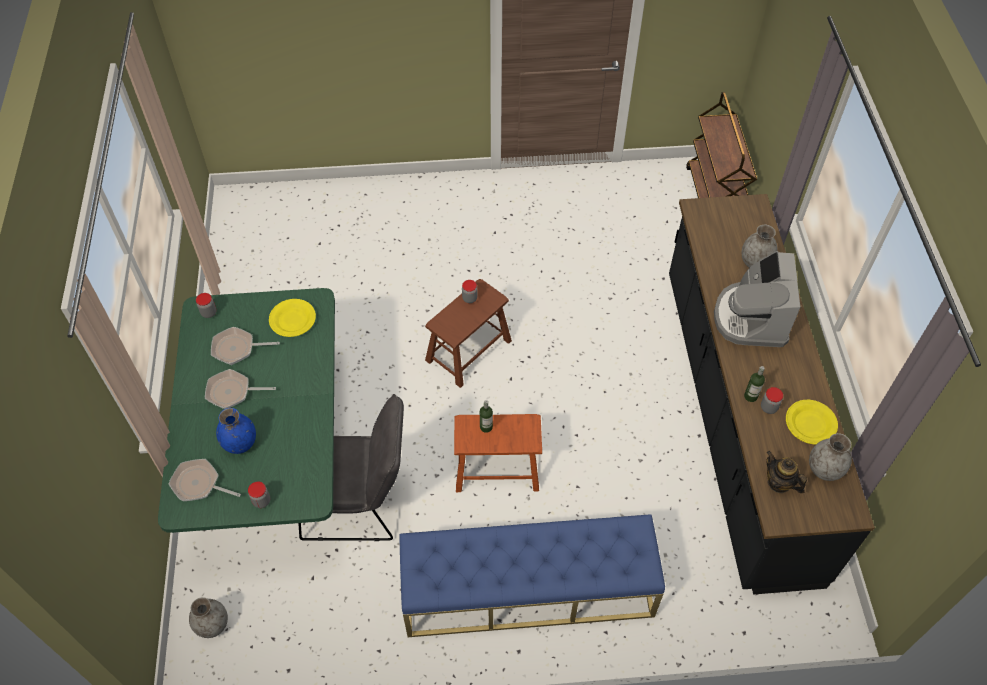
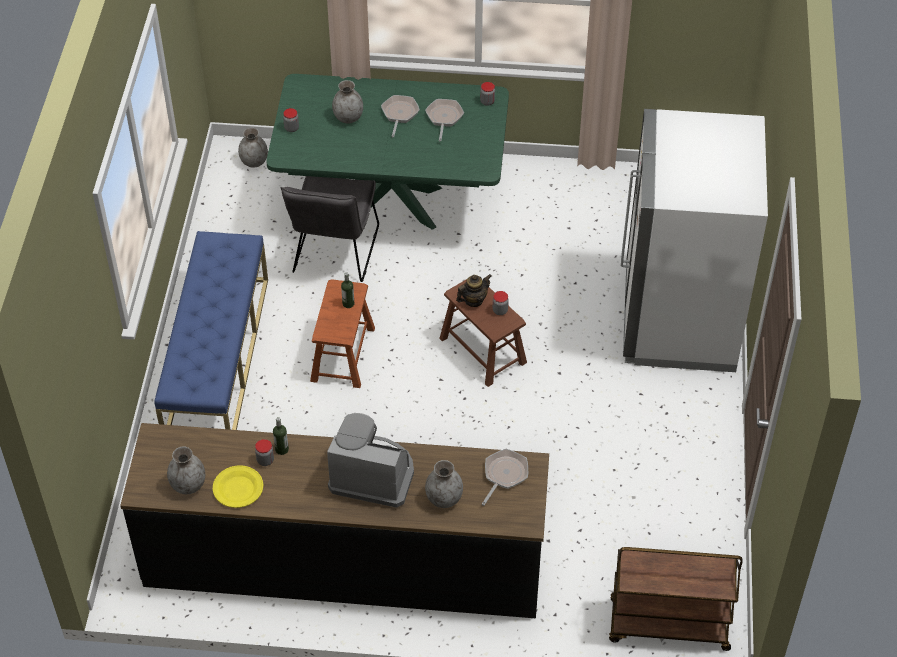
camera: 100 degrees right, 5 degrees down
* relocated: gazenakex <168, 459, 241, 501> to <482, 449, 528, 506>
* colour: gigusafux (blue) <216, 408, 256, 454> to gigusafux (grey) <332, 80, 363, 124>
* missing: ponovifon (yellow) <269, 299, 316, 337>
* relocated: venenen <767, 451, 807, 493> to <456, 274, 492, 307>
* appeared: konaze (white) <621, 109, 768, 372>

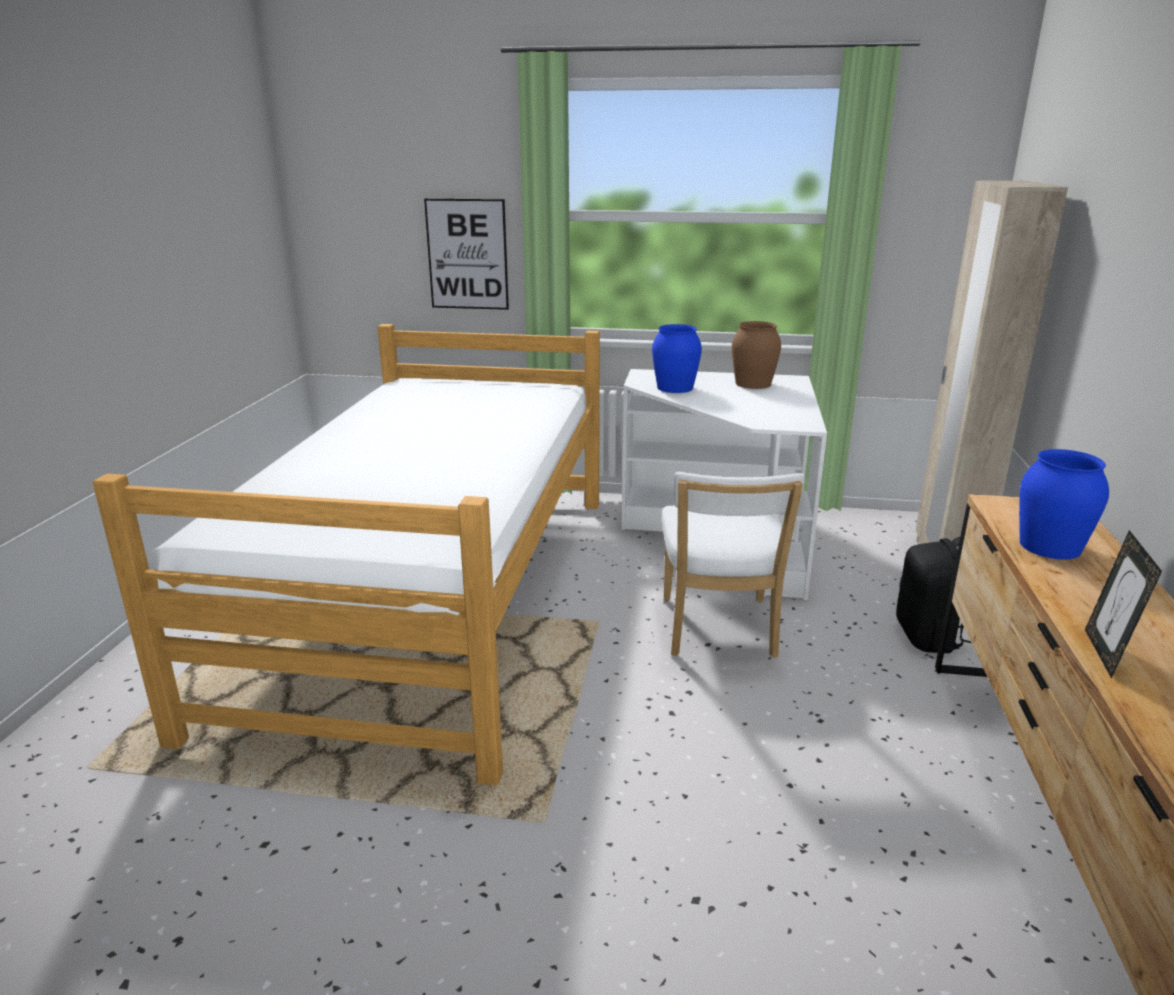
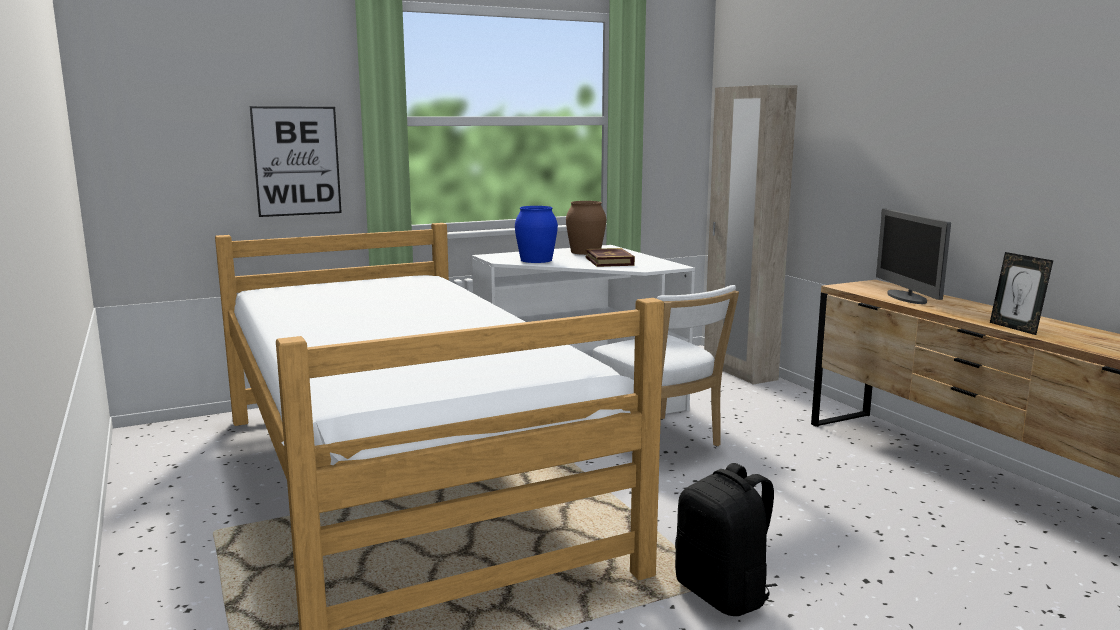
camera: 35 degrees left, 10 degrees down
* relocated: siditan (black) <896, 537, 971, 653> to <675, 463, 778, 616>
* exchanged: gigusafux (blue) <1019, 449, 1109, 560> to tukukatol <876, 209, 951, 304>
* appeared: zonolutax <586, 248, 635, 267>

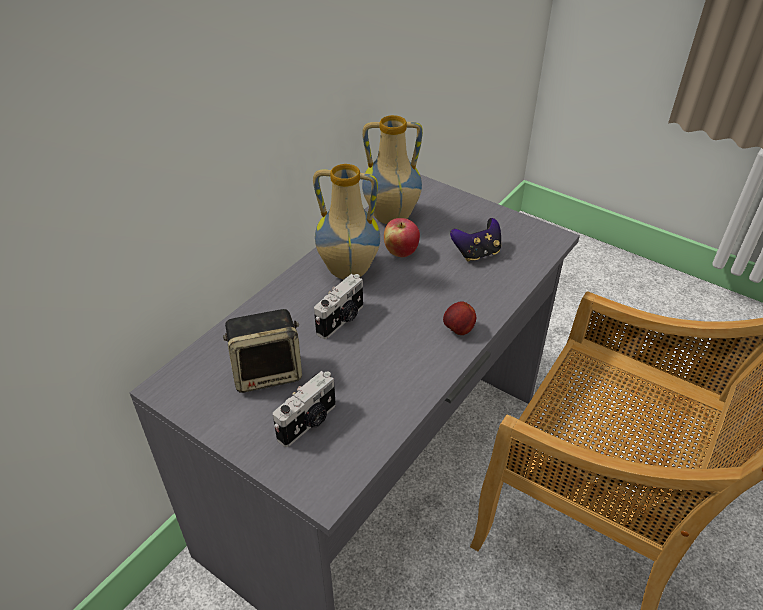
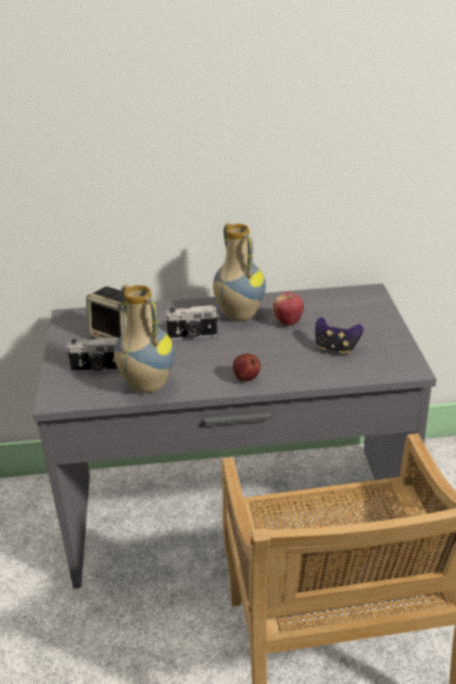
camera: 50 degrees right, 10 degrees down
* relocated: gigusafux <362, 115, 423, 224> to <114, 285, 175, 393>

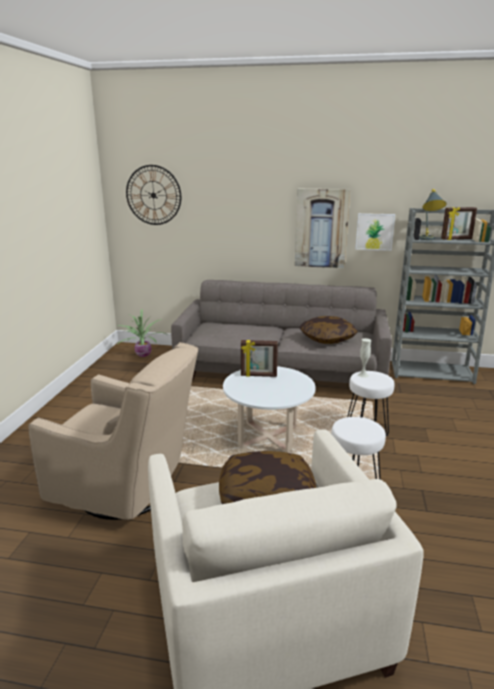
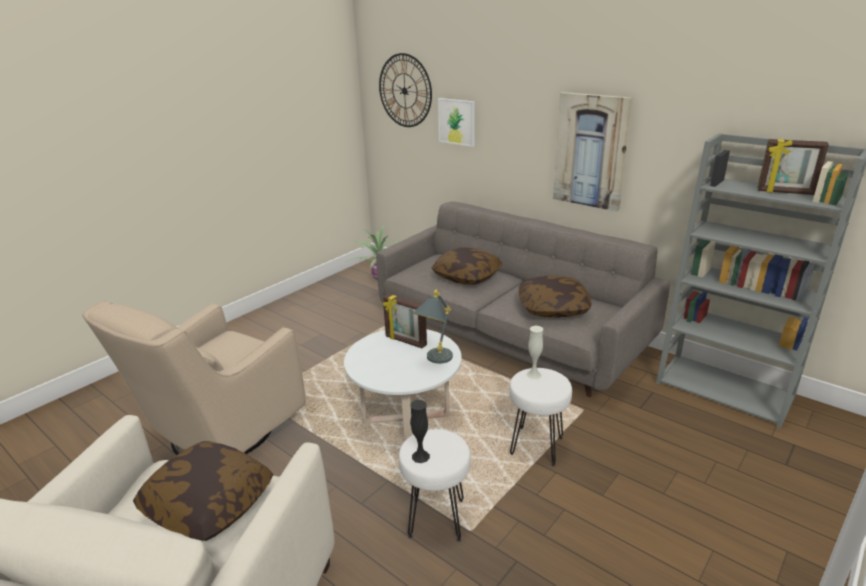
camera: 30 degrees right, 5 degrees up
* spun: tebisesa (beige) <28, 342, 198, 520> = <82, 300, 306, 455> 75 degrees clockwise
* relocated: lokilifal <355, 213, 395, 251> to <438, 98, 475, 147>
* relocated: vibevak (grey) <419, 189, 447, 240> to <413, 289, 453, 364>
* appeared: gigusafux (black) <410, 400, 430, 463>
* appeared: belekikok <432, 247, 502, 285>

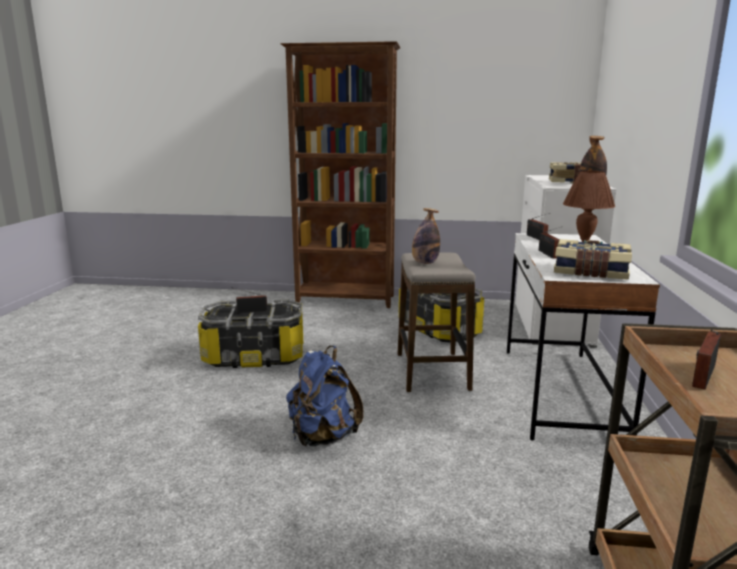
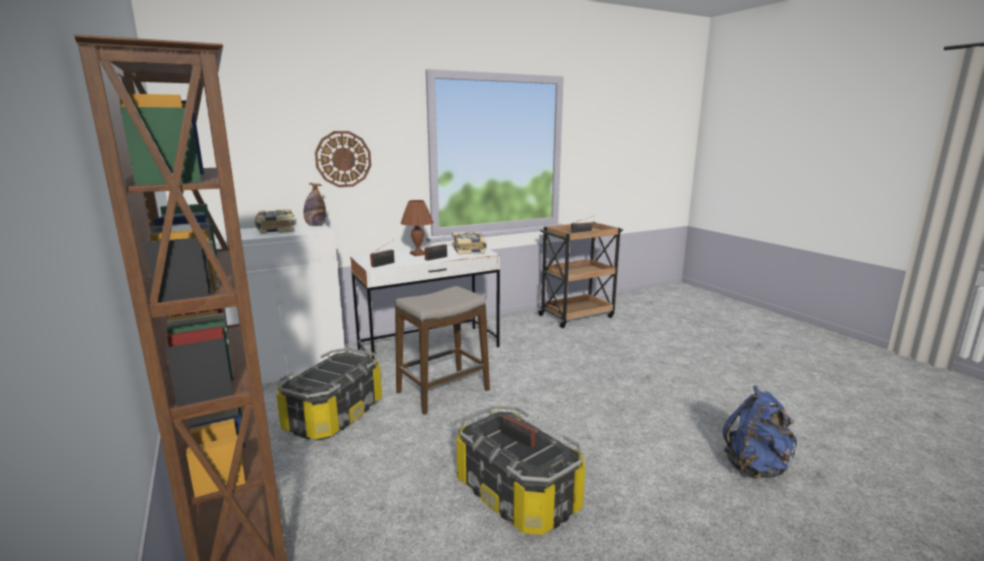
camera: 125 degrees left, 0 degrees up
* relocated: siditan (blue) <286, 346, 364, 446> to <723, 386, 797, 479>
* missing: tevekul <412, 208, 440, 264>
* appeared: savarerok <315, 131, 371, 187>

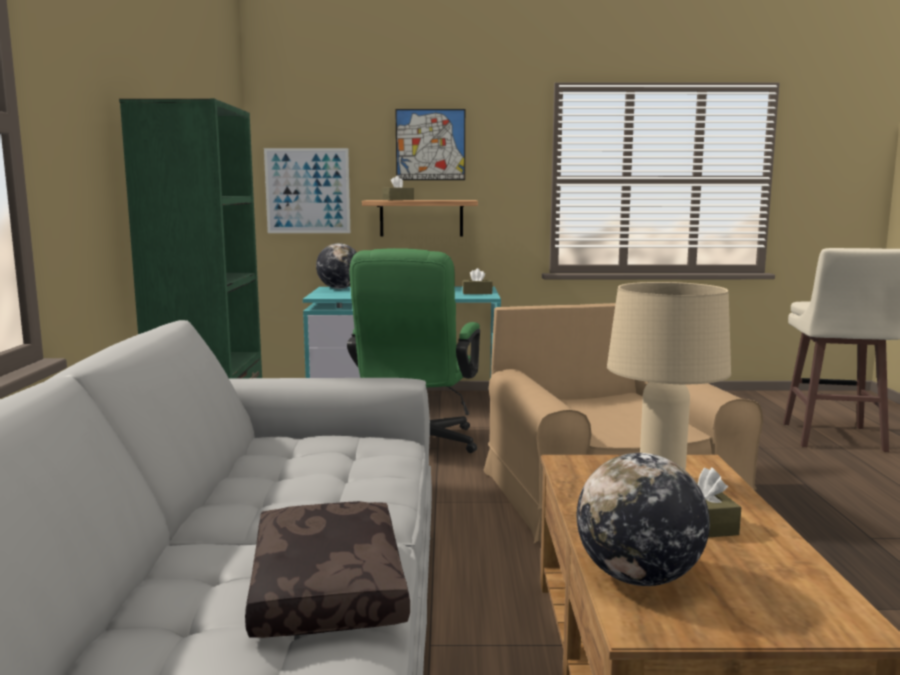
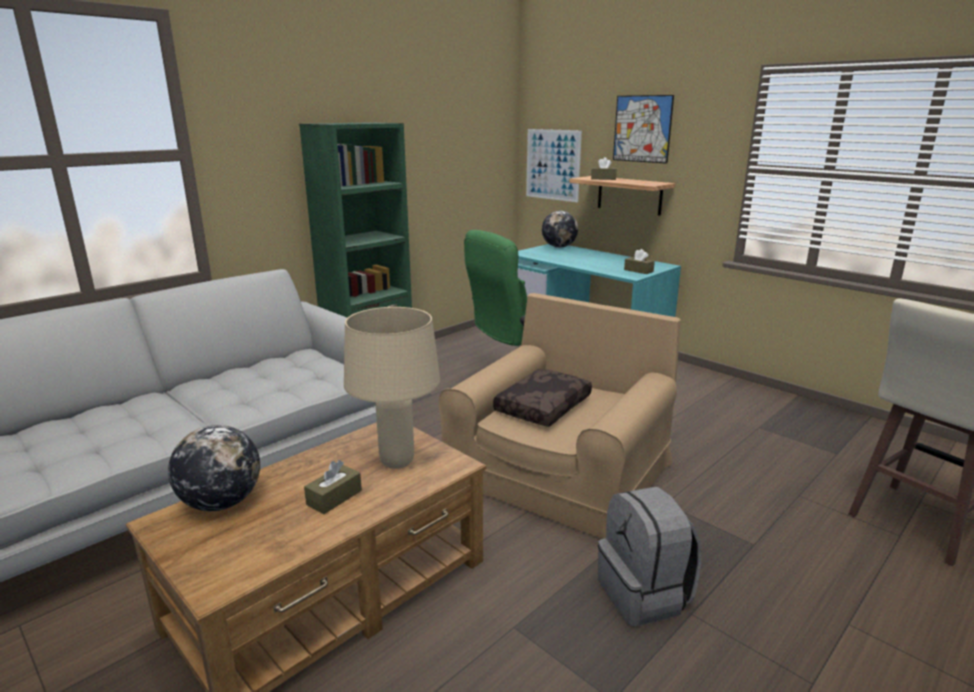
camera: 45 degrees right, 10 degrees up
* relocated: belekikok (brown) <245, 501, 410, 638> to <493, 369, 592, 427>
* appeared: siditan (grey) <598, 487, 701, 627>

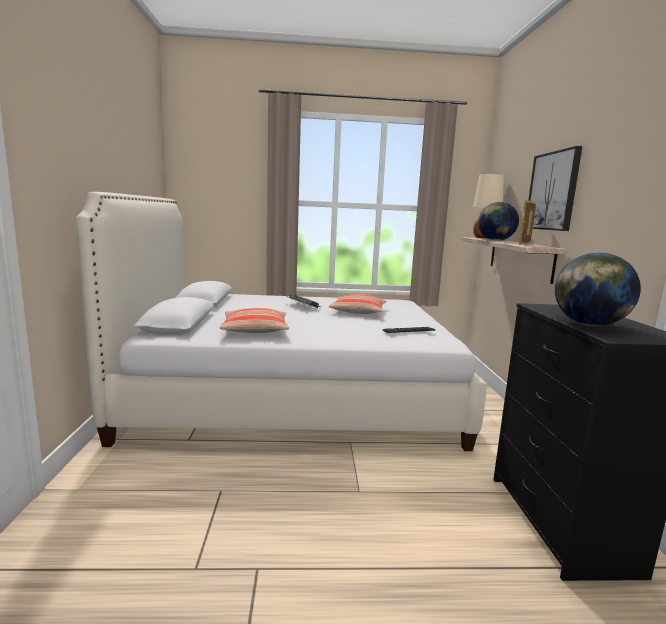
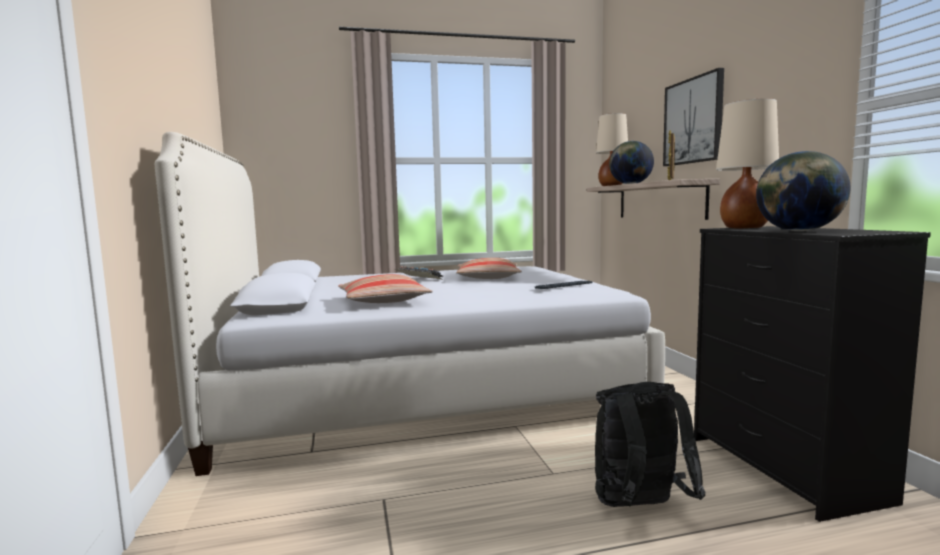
camera: 10 degrees left, 5 degrees down
* appeared: siditan (black) <595, 382, 705, 507>
* appeared: vibevak (beige) <716, 98, 779, 229>

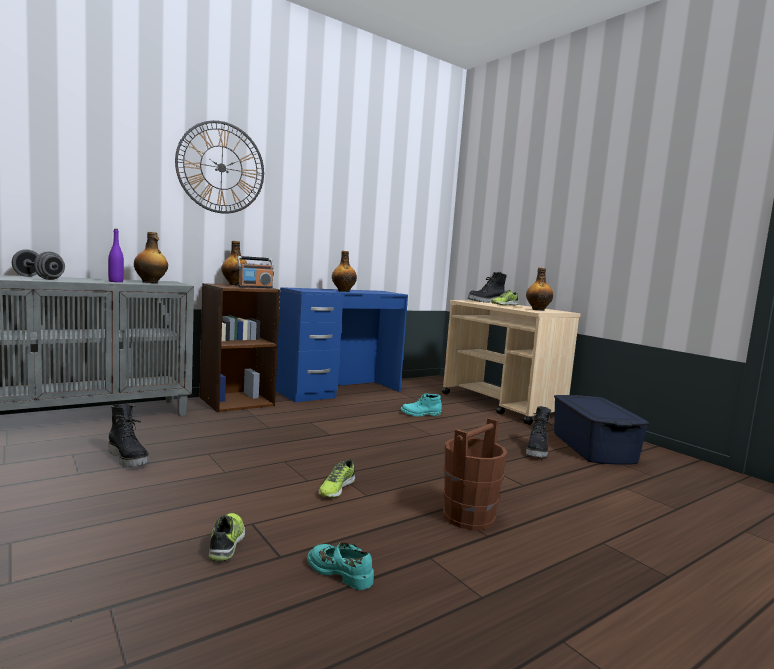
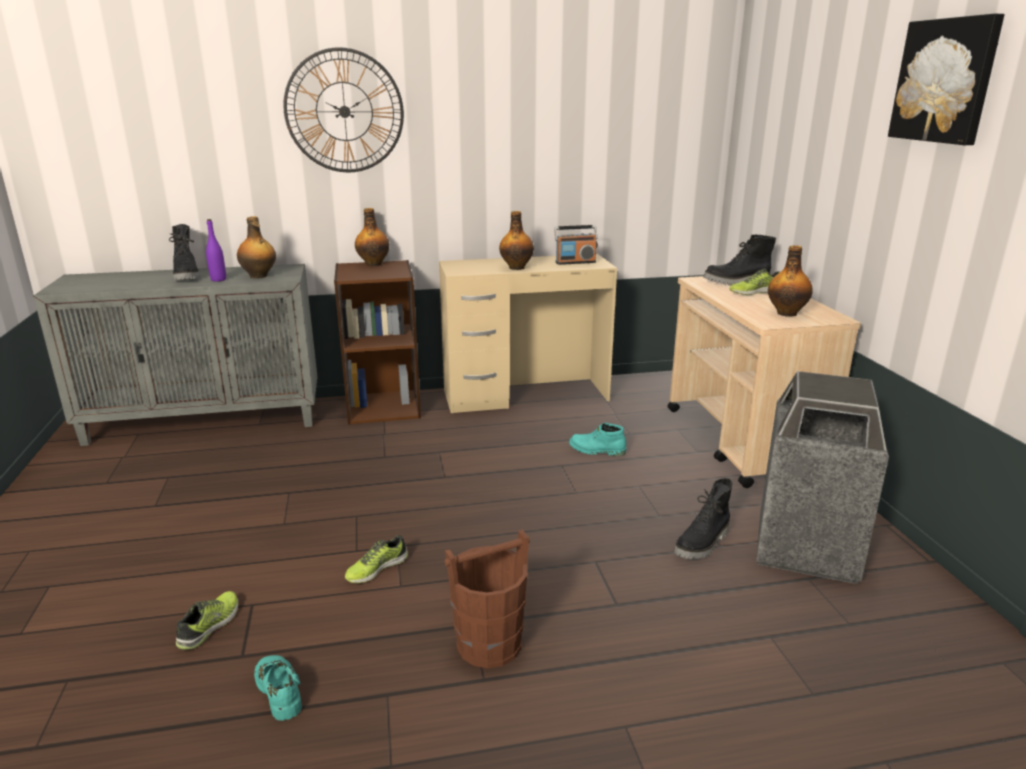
camera: 25 degrees right, 15 degrees up
* missing: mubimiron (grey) <12, 249, 65, 280>
* relocated: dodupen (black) <109, 404, 149, 467> to <169, 224, 200, 281>
* relocated: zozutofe <237, 256, 274, 288> to <554, 225, 598, 265>
* colour: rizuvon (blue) <276, 287, 408, 402> to rizuvon (beige) <439, 254, 617, 413>
* exchanged: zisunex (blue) <554, 395, 649, 465> to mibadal <756, 371, 889, 584>
* appeared: lokilifal <888, 14, 1005, 145>

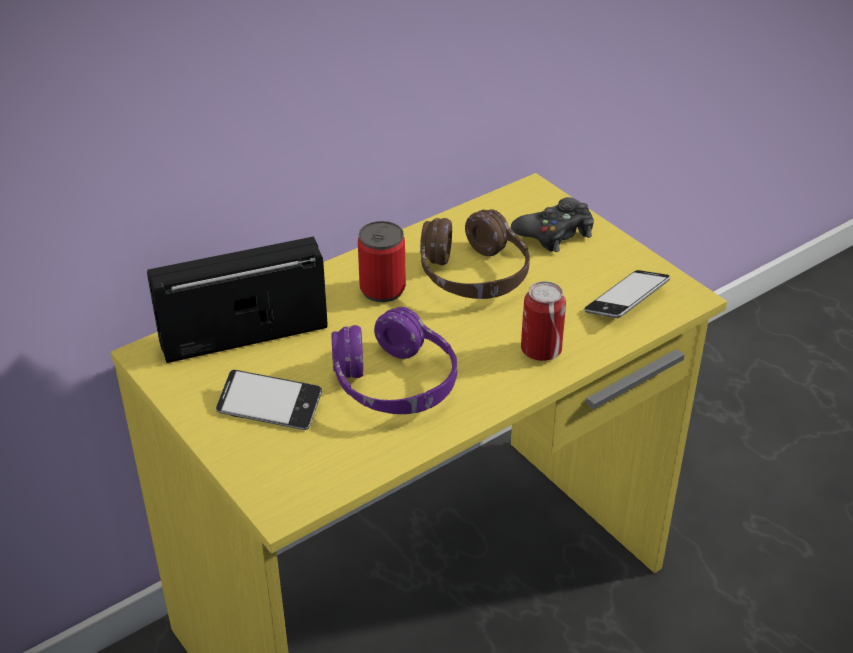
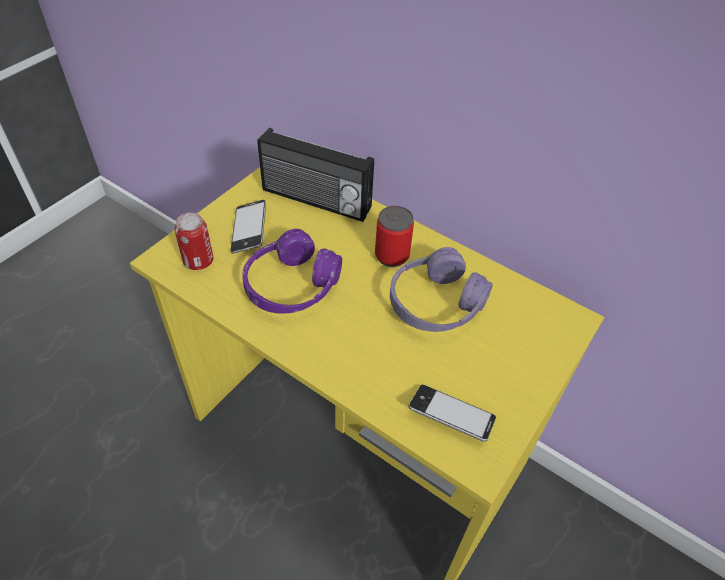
camera: 70 degrees right, 10 degrees up
* spun: zozutofe <147, 236, 328, 363> = <257, 128, 374, 222> 150 degrees clockwise
* colour: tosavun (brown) <420, 209, 530, 299> to tosavun (purple) <390, 247, 493, 332>
* missing: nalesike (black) <511, 197, 594, 252>
* relocated: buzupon <521, 281, 566, 361> to <175, 212, 214, 270>

